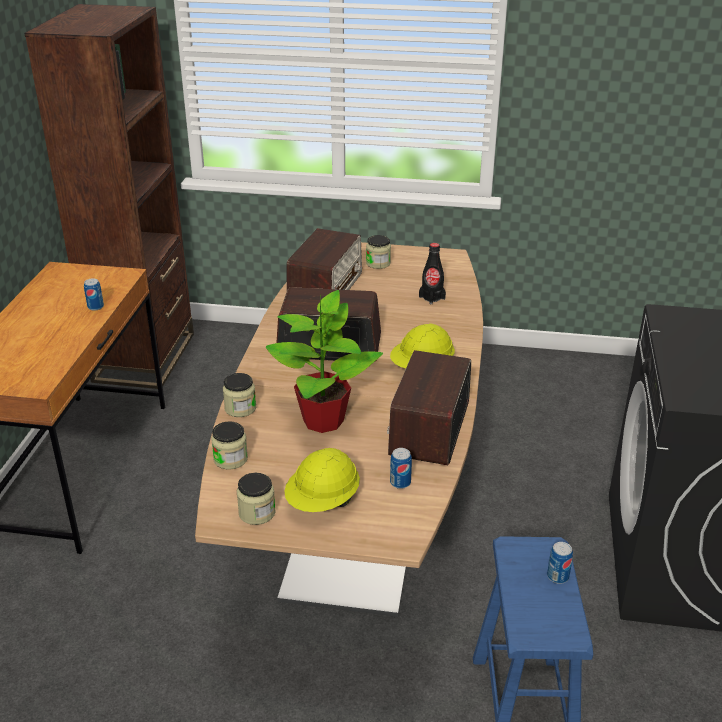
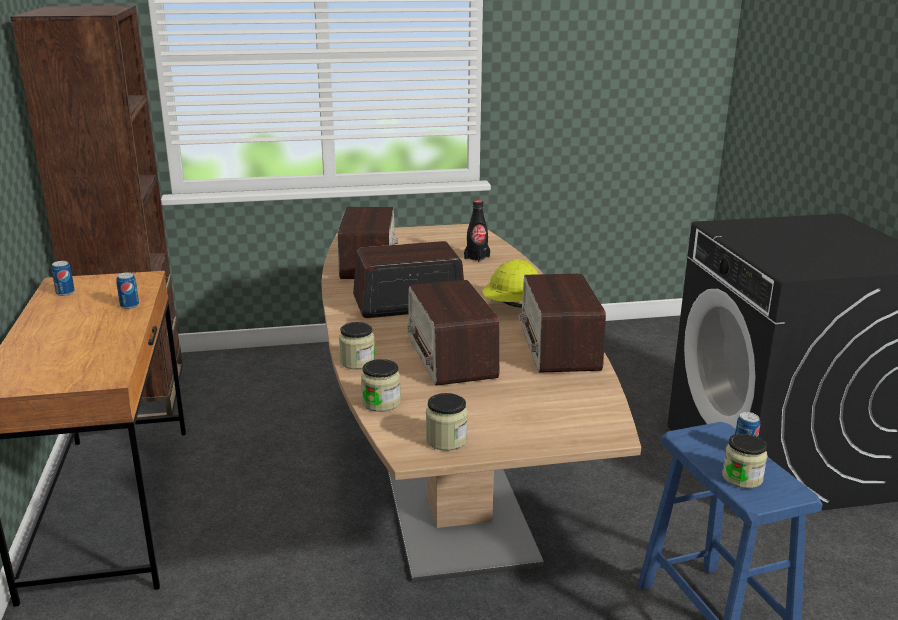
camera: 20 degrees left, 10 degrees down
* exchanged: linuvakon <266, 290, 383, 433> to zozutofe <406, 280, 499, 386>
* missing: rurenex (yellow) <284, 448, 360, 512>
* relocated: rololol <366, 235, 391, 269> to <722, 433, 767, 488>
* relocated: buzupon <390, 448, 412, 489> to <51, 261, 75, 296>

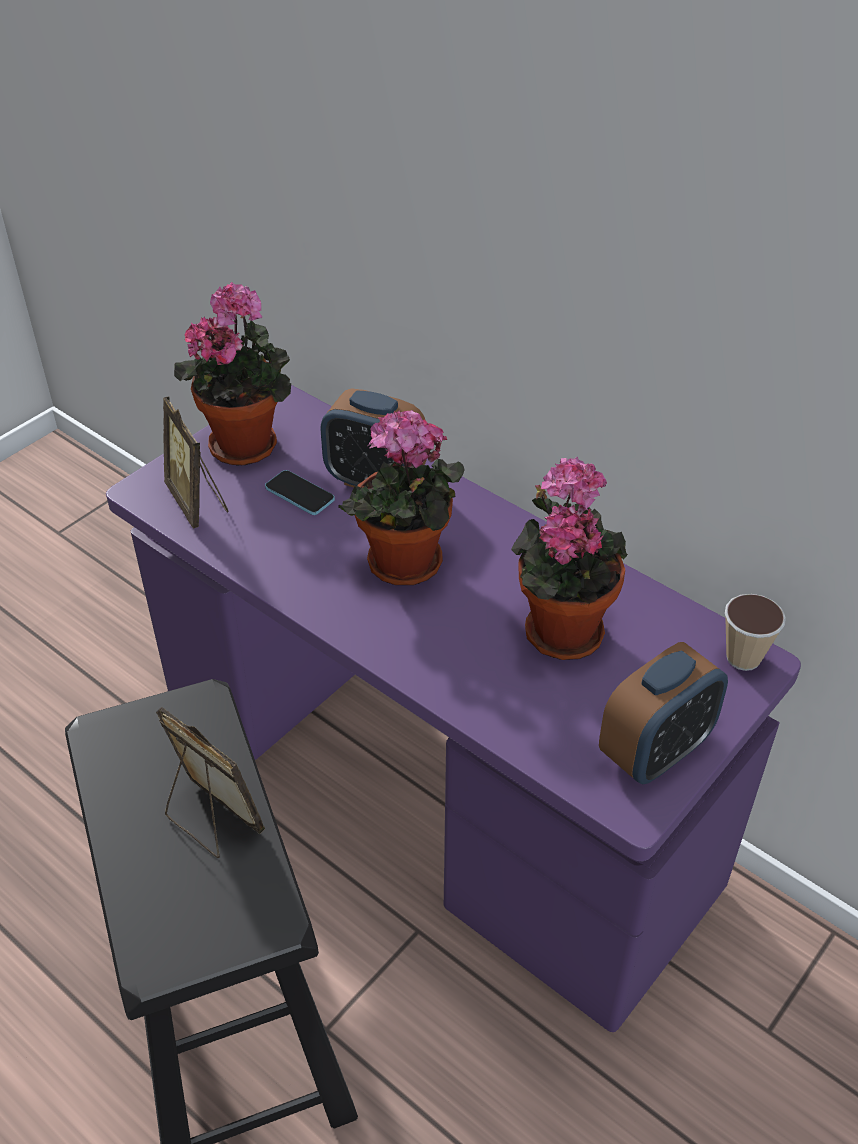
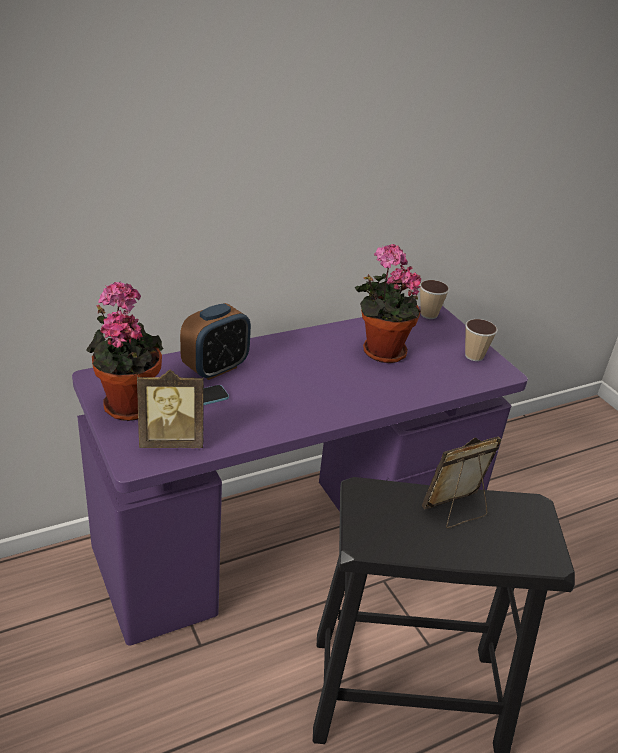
camera: 70 degrees left, 10 degrees down
* missing: linuvakon <338, 410, 465, 585>
* exchanged: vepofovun <599, 642, 728, 785> to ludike <465, 319, 498, 361>

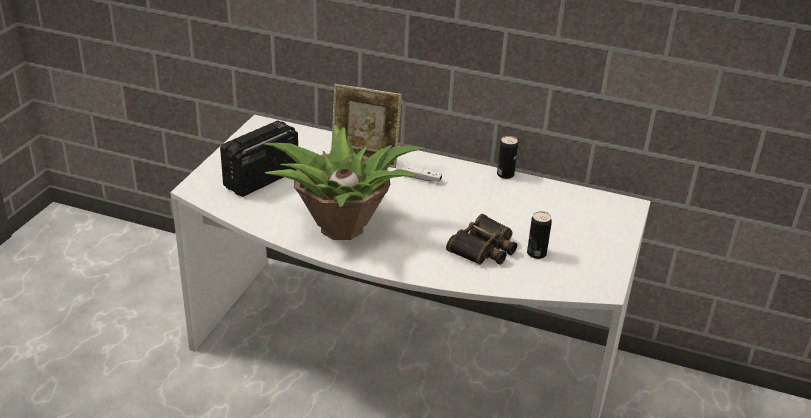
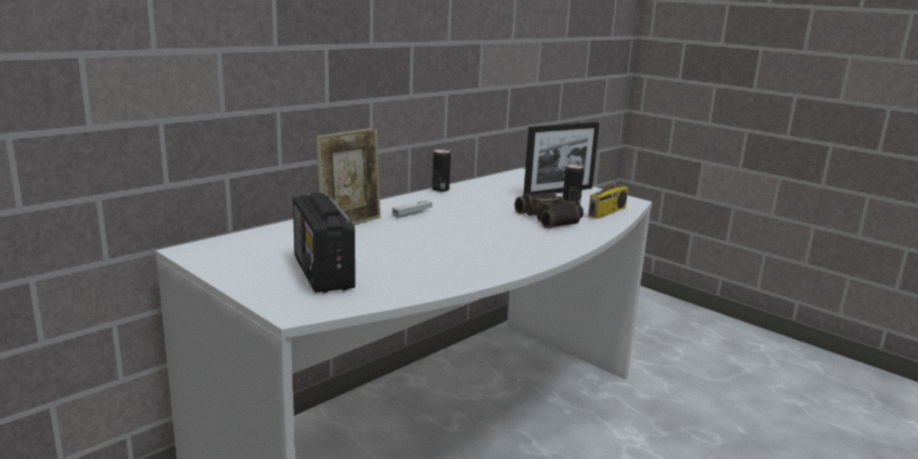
camera: 65 degrees left, 15 degrees down
* missing: linuvakon <262, 125, 424, 240>
* appeared: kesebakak <524, 122, 599, 194>
* appeared: zozutofe <588, 159, 628, 219>

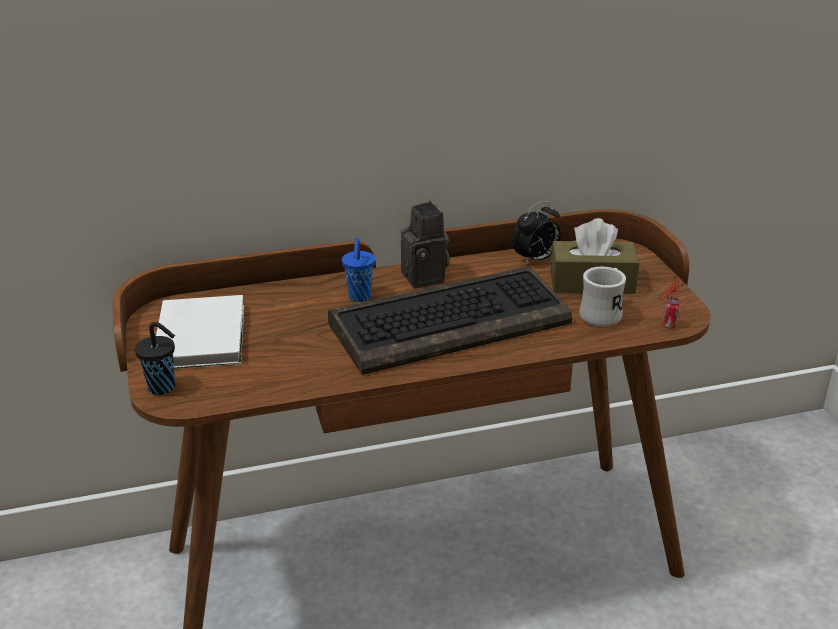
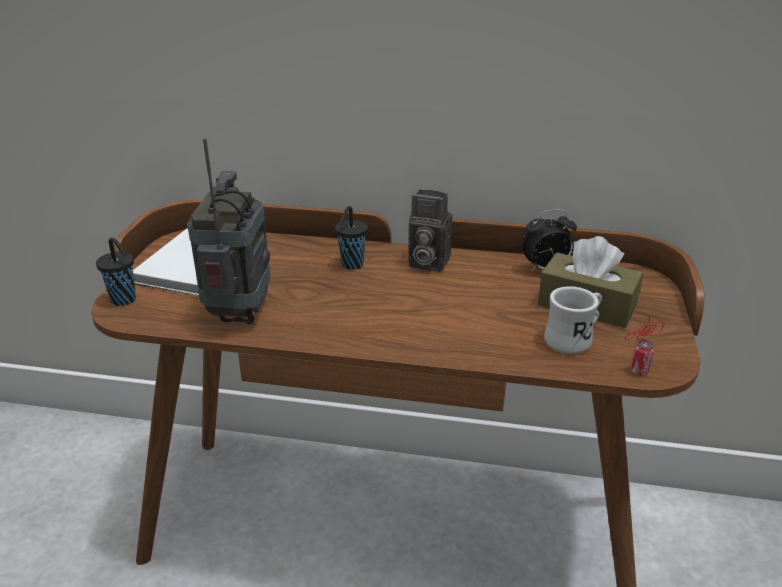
camera: 25 degrees right, 0 degrees up
* missing: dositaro <328, 266, 572, 375>
* colour: ludike (blue) <342, 238, 375, 302> to ludike (black) <335, 206, 368, 270>
* spun: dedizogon <401, 200, 450, 289> = <408, 190, 452, 272> 105 degrees clockwise
* appeared: zozutofe <187, 138, 270, 324>

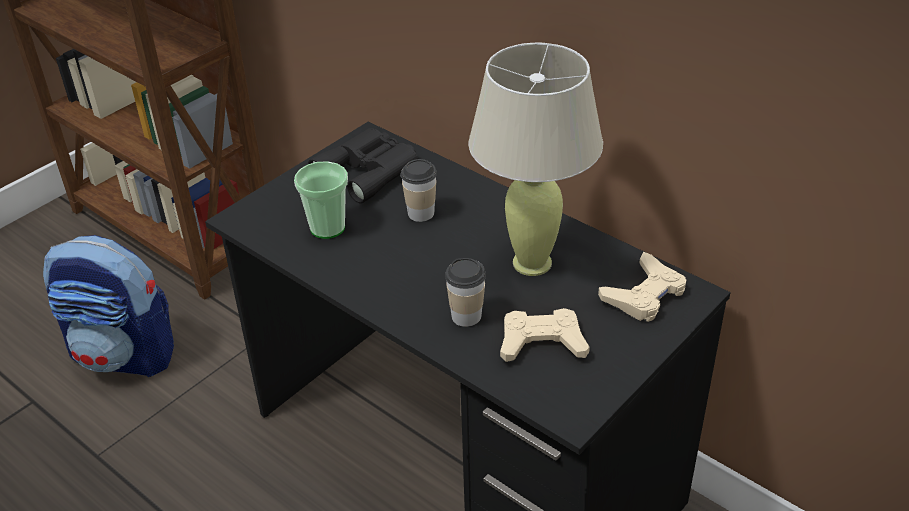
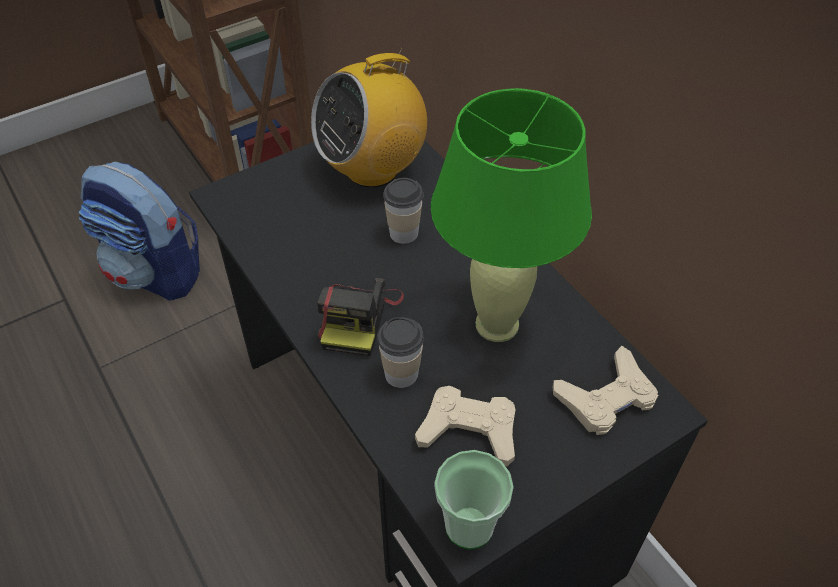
camera: 15 degrees right, 10 degrees up
* relocated: ludike <294, 161, 348, 239> to <434, 450, 514, 549>
* exchanged: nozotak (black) <308, 128, 418, 204> to zozutofe <311, 47, 427, 188>
* colour: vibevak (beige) <468, 42, 603, 276> to vibevak (green) <431, 88, 592, 342>
* appeared: dedizogon <317, 278, 404, 356>

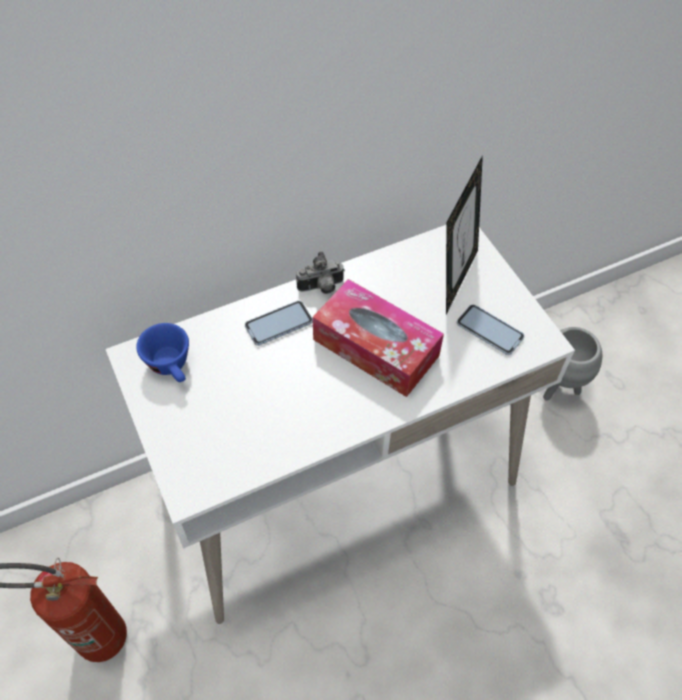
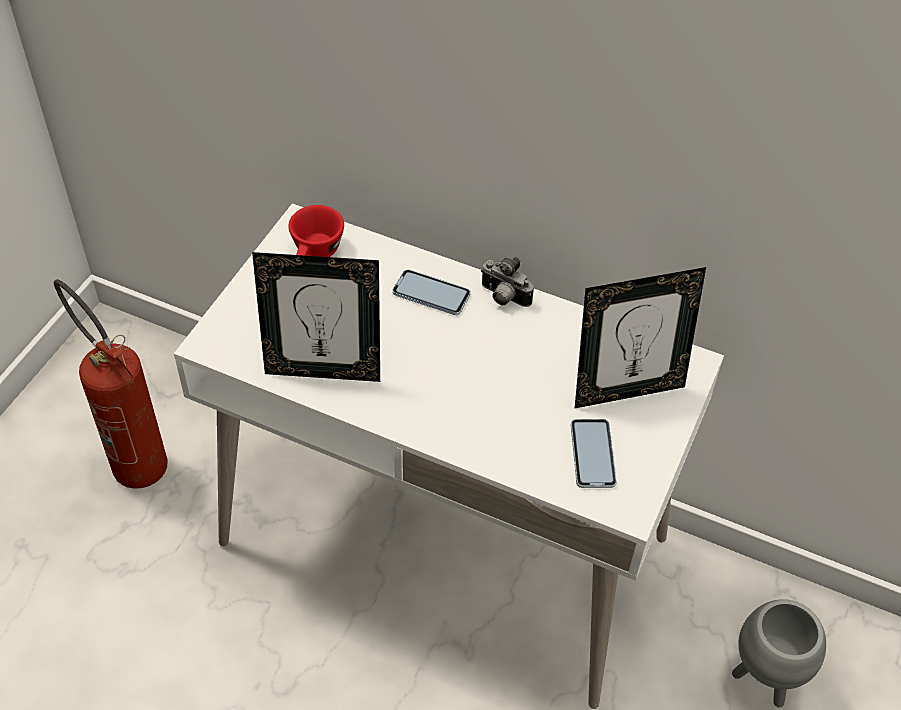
camera: 50 degrees right, 5 degrees down
* colour: ludike (blue) <136, 323, 189, 382> to ludike (red) <289, 205, 344, 257>
* missing: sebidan <313, 279, 444, 397>
* appeared: kesebakak <252, 252, 380, 382>

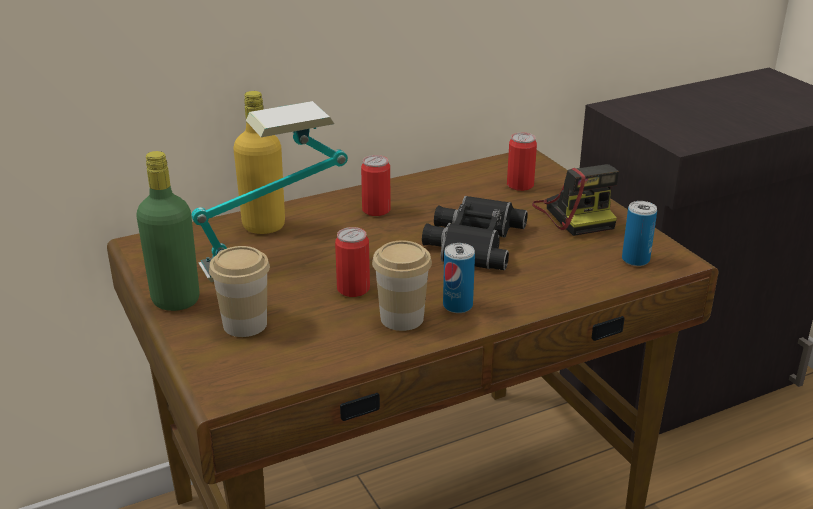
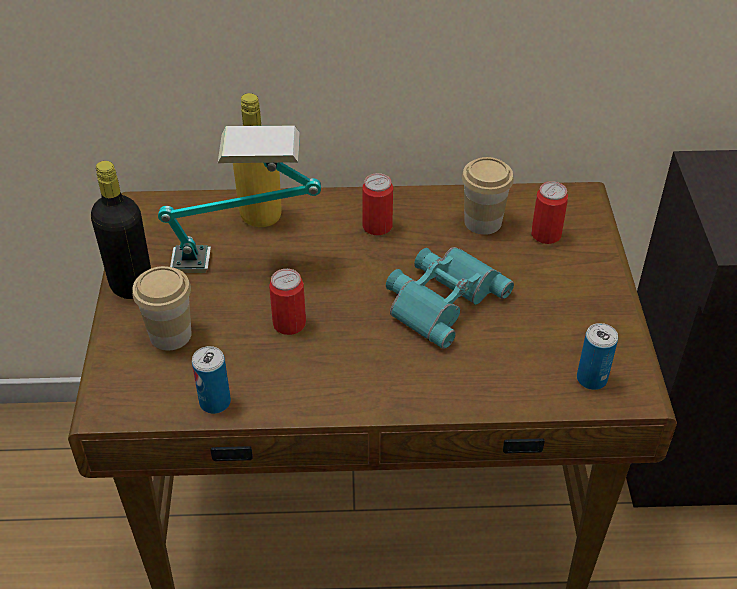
camera: 25 degrees right, 15 degrees up
* colour: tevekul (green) <136, 151, 200, 311> to tevekul (black) <91, 161, 151, 299>
* relocated: ludike <372, 240, 432, 331> to <462, 157, 514, 235>
* colour: nozotak (black) <422, 196, 528, 270> to nozotak (turquoise) <386, 247, 514, 349>
* relocated: buzupon <443, 243, 475, 313> to <192, 346, 231, 414>
* missing: dedizogon <532, 164, 619, 236>

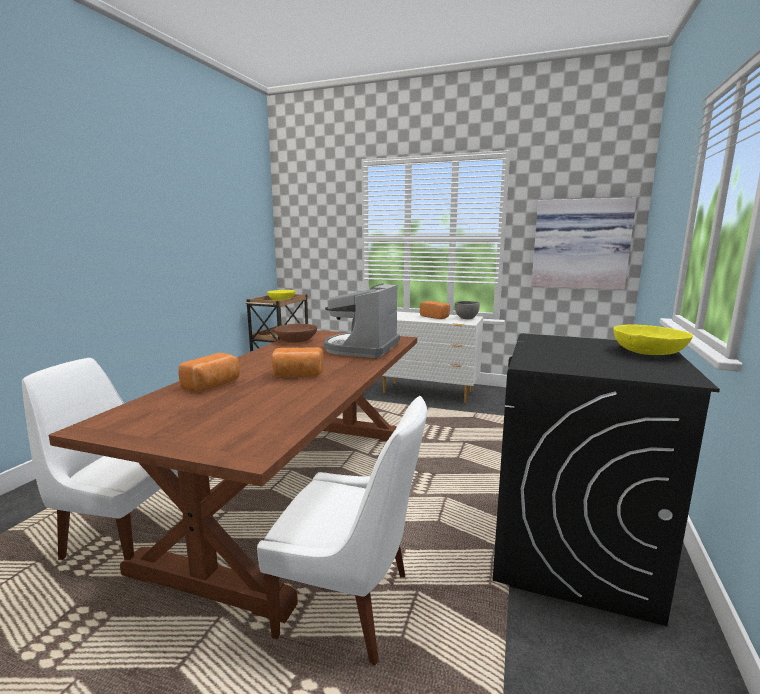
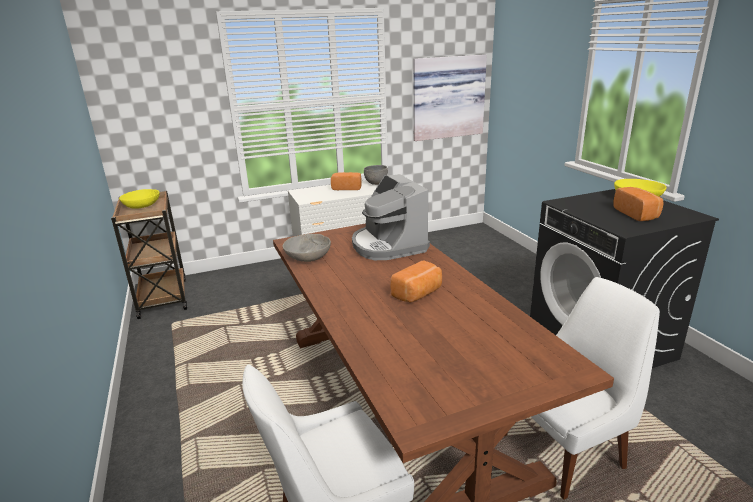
camera: 40 degrees left, 10 degrees up
* relocated: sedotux <178, 353, 240, 392> to <613, 187, 664, 221>
* colour: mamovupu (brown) <274, 324, 317, 343> to mamovupu (grey) <283, 234, 331, 262>

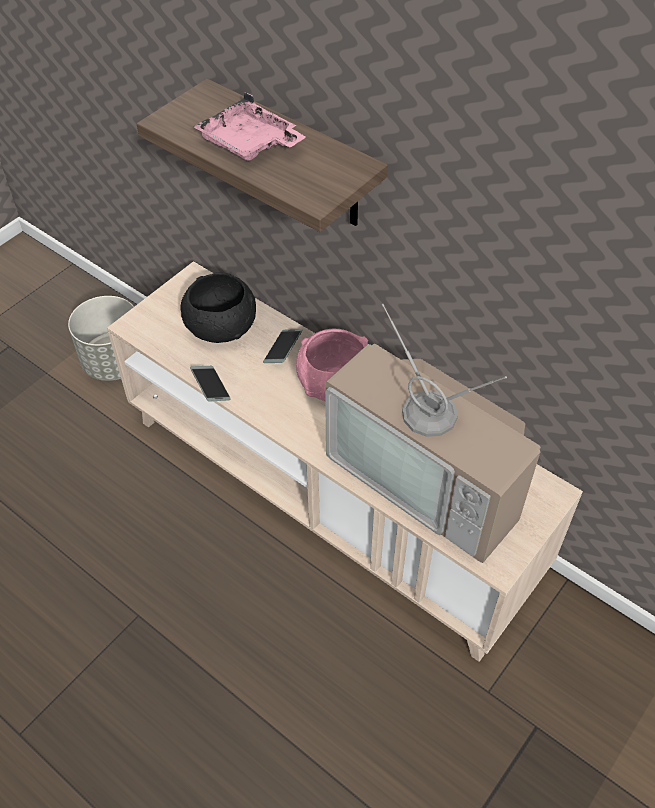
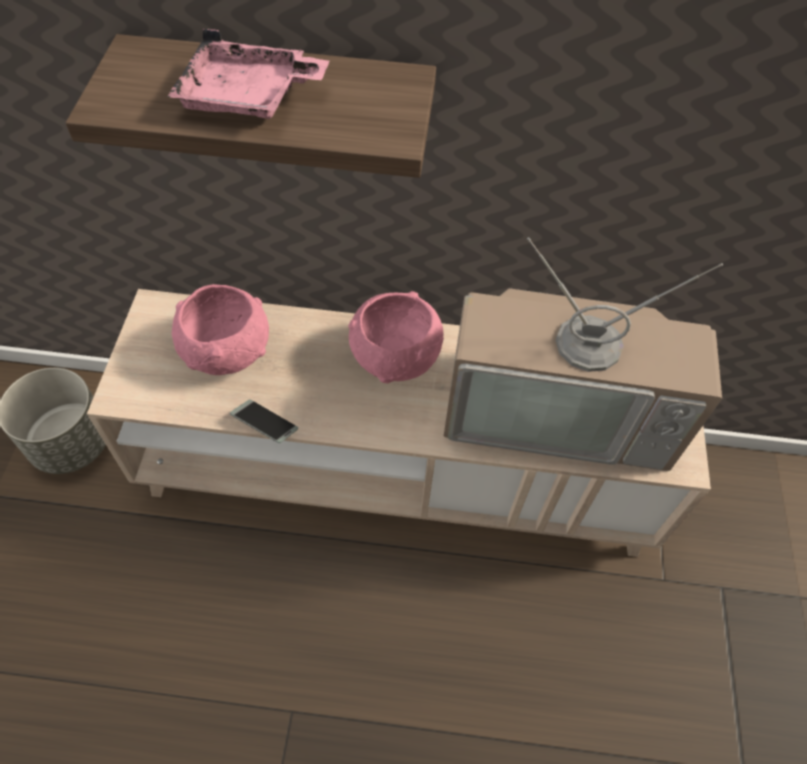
camera: 35 degrees left, 5 degrees up
* colour: mamovupu (black) <180, 272, 256, 343> to mamovupu (pink) <172, 284, 269, 375>
* missing: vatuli <263, 329, 302, 363>

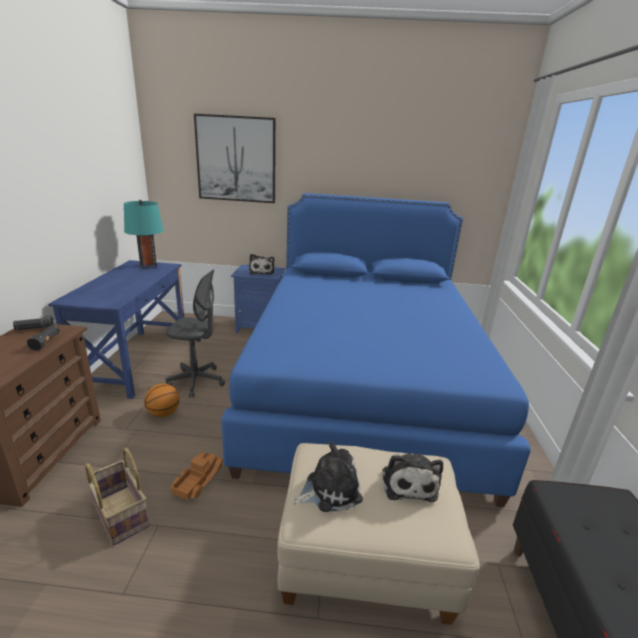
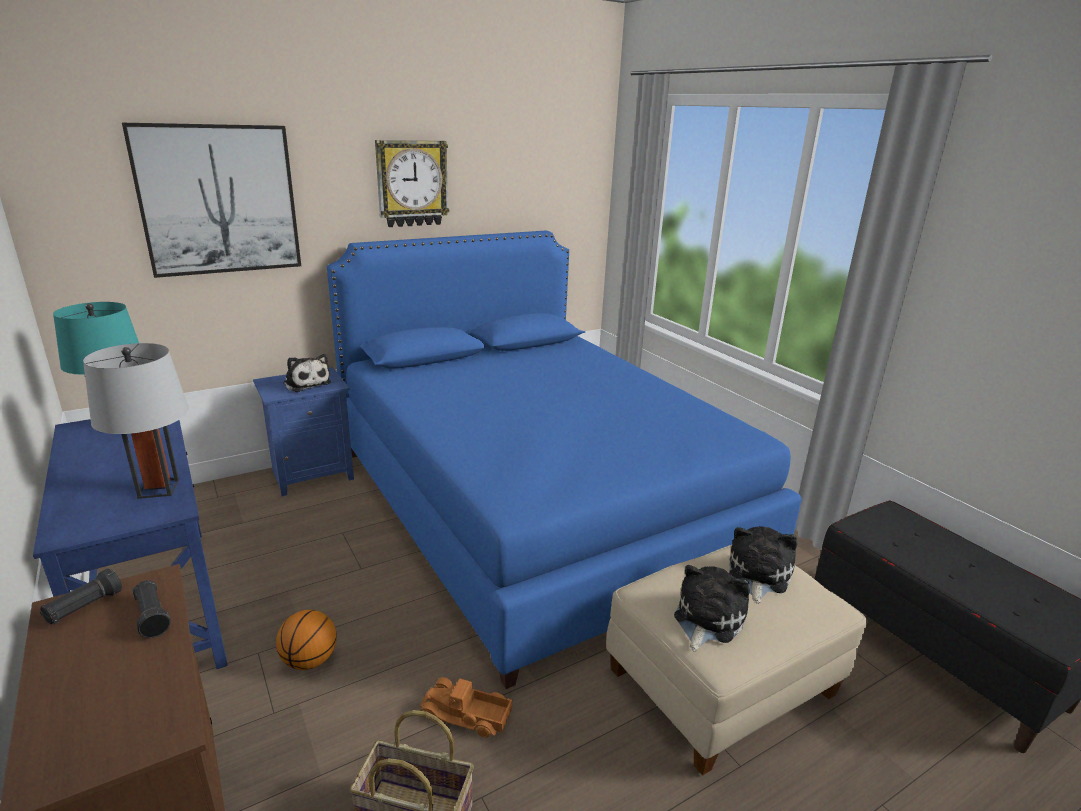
camera: 35 degrees left, 0 degrees up
* missing: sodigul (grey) <166, 269, 225, 398>
* spun: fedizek <171, 452, 224, 500> = <420, 677, 512, 738> 60 degrees counterclockwise
* spun: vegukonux <382, 453, 443, 502> = <729, 526, 798, 604> 120 degrees counterclockwise
* appeared: vibevak (grey) <83, 343, 189, 499>
* appeared: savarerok <375, 140, 449, 227>

